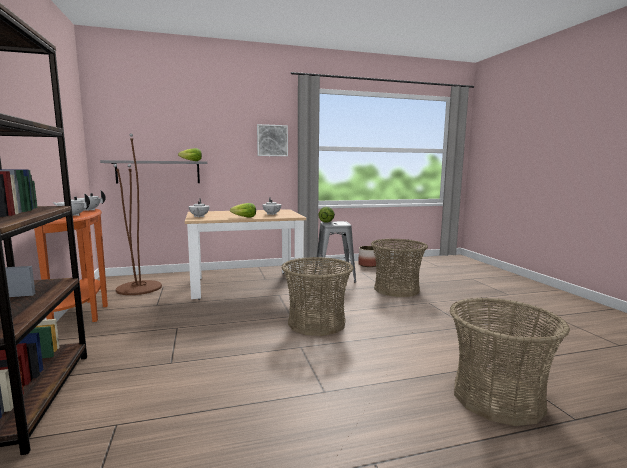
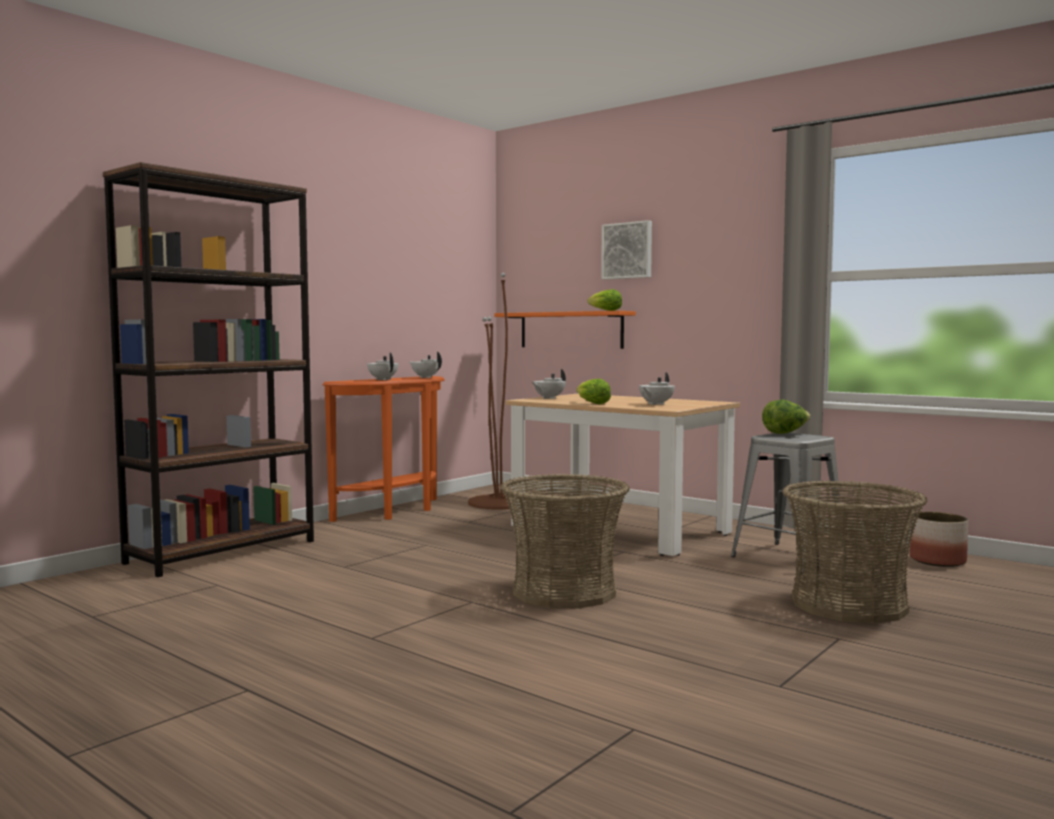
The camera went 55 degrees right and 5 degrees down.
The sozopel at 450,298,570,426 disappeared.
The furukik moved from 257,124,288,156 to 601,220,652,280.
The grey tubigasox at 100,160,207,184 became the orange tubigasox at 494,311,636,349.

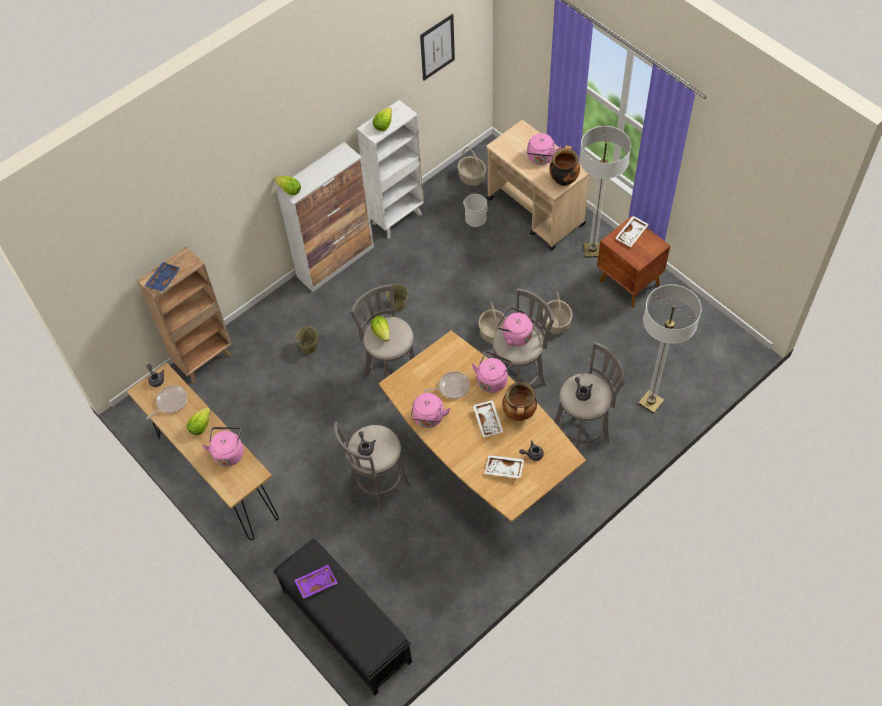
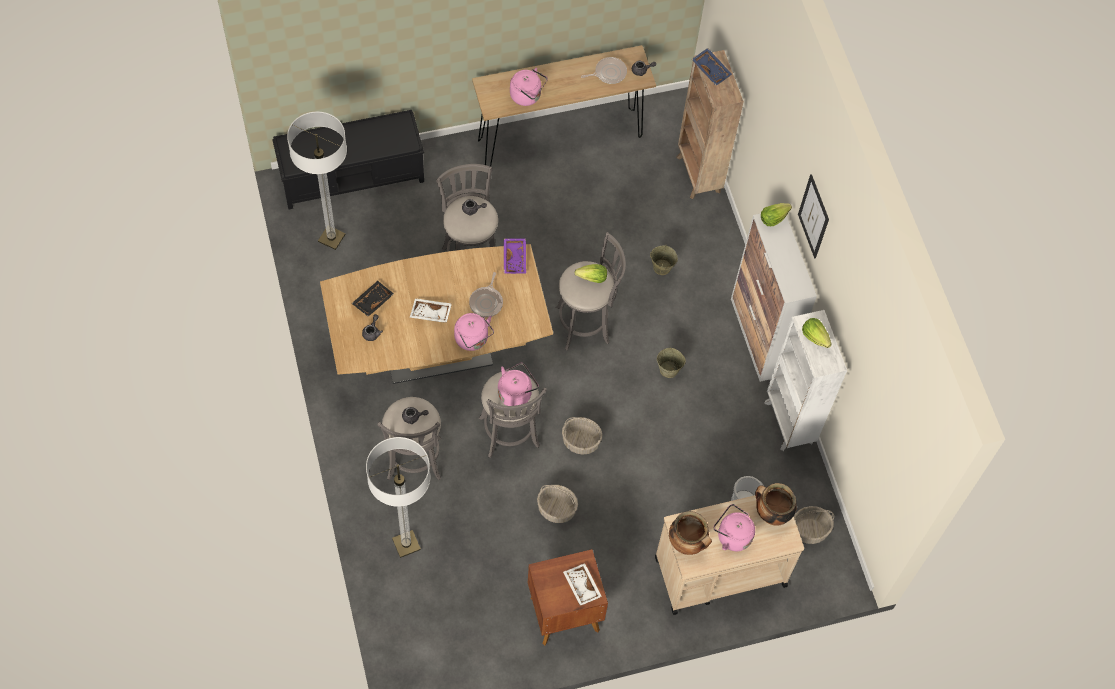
The camera went 110 degrees right and 5 degrees up.
The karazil at 187,407,211,435 disappeared.
The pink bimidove at 410,393,450,428 disappeared.
The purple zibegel moved from 294,565,338,599 to 504,239,526,274.
The furukik moved from 420,14,455,81 to 798,174,829,259.
The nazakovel moved from 502,382,537,421 to 755,483,796,526.
The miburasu moved from 579,126,631,258 to 287,111,347,250.
The white zibegel at 484,455,524,478 became the black zibegel at 352,281,394,317.
The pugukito at 146,385,188,419 turned 90 degrees counterclockwise.

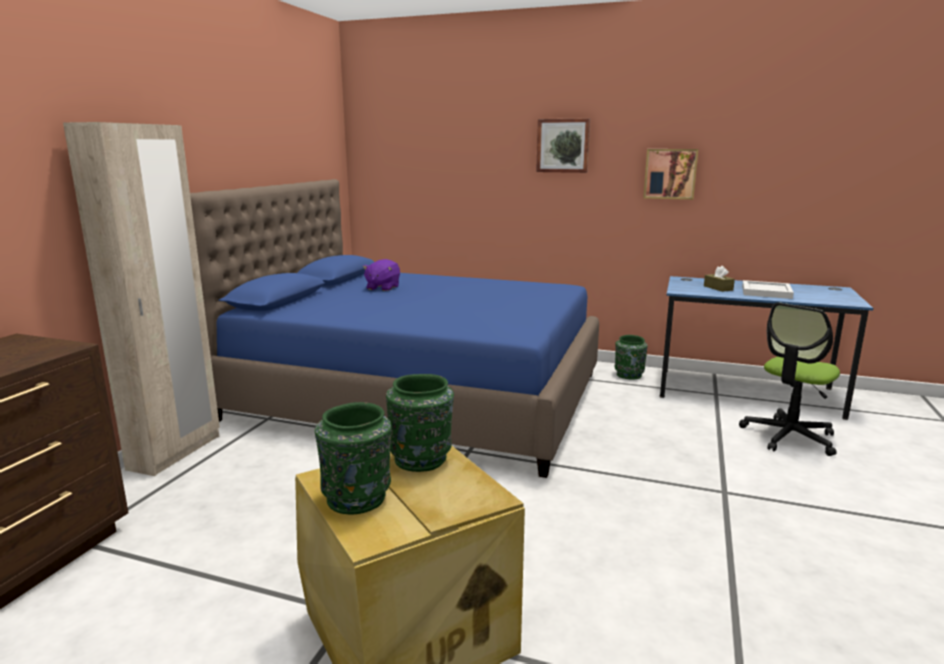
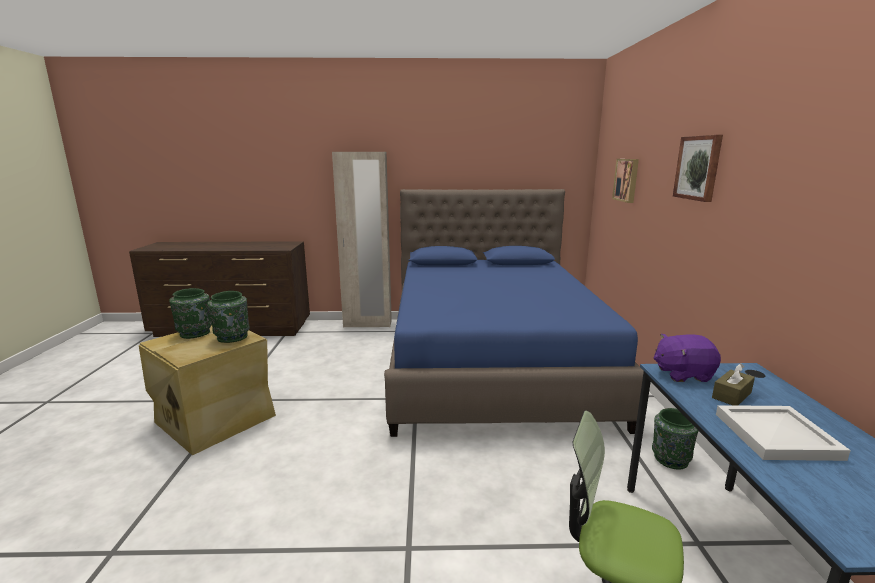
The camera went 70 degrees right and 0 degrees up.
The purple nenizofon moved from 363,259,400,291 to 654,334,721,382.
The furukik moved from 643,149,698,200 to 612,159,639,203.

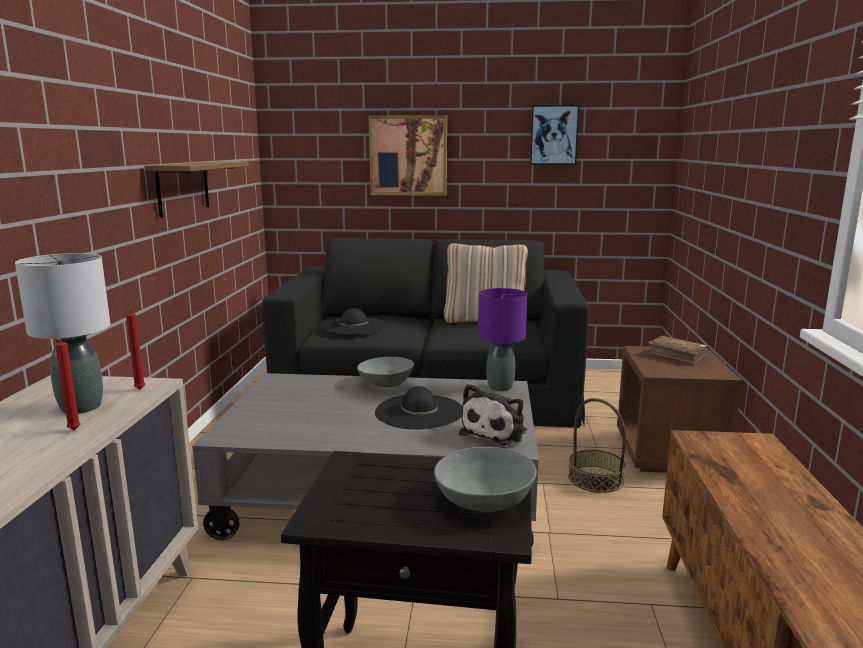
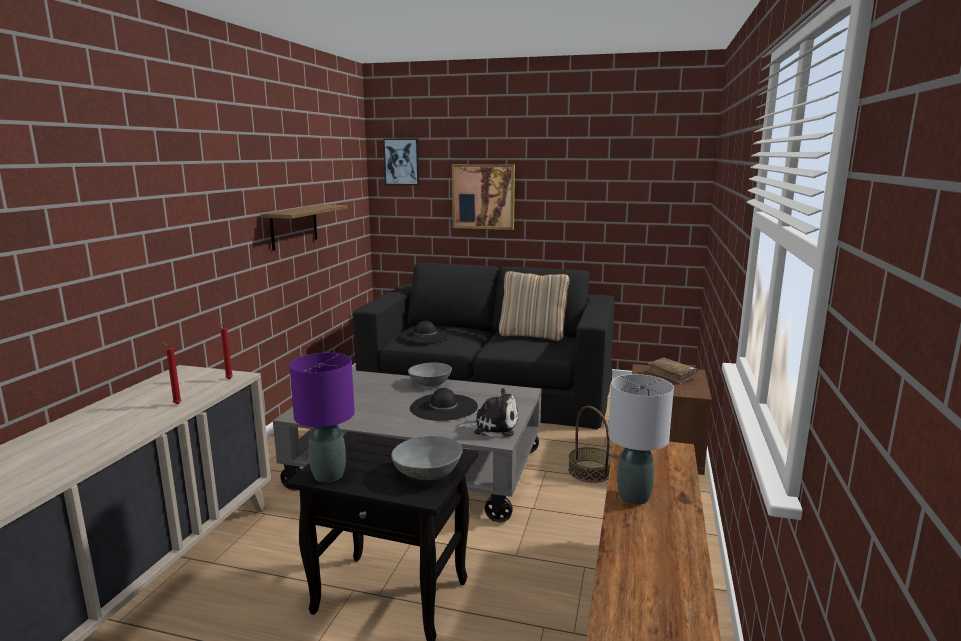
The camera went 10 degrees right and 0 degrees up.
The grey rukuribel moved from 15,253,110,414 to 608,374,674,505.
The purple rukuribel moved from 478,288,527,391 to 289,353,355,482.
The furukik moved from 530,105,580,165 to 383,139,419,185.
The nenizofon at 459,384,527,445 turned 120 degrees counterclockwise.

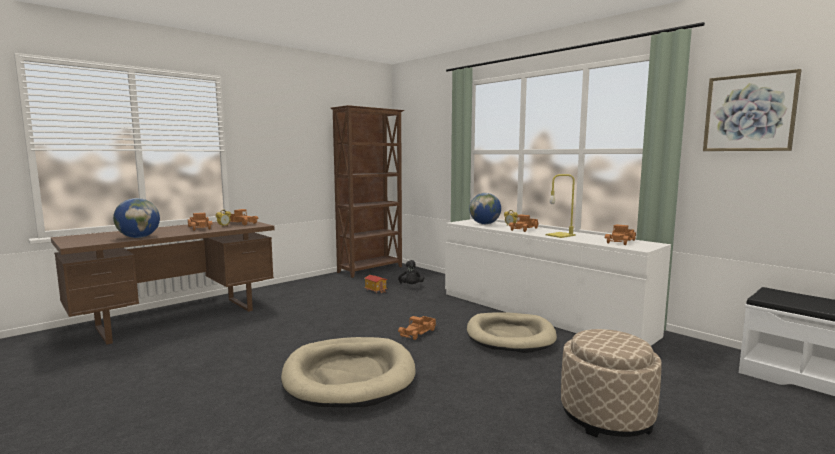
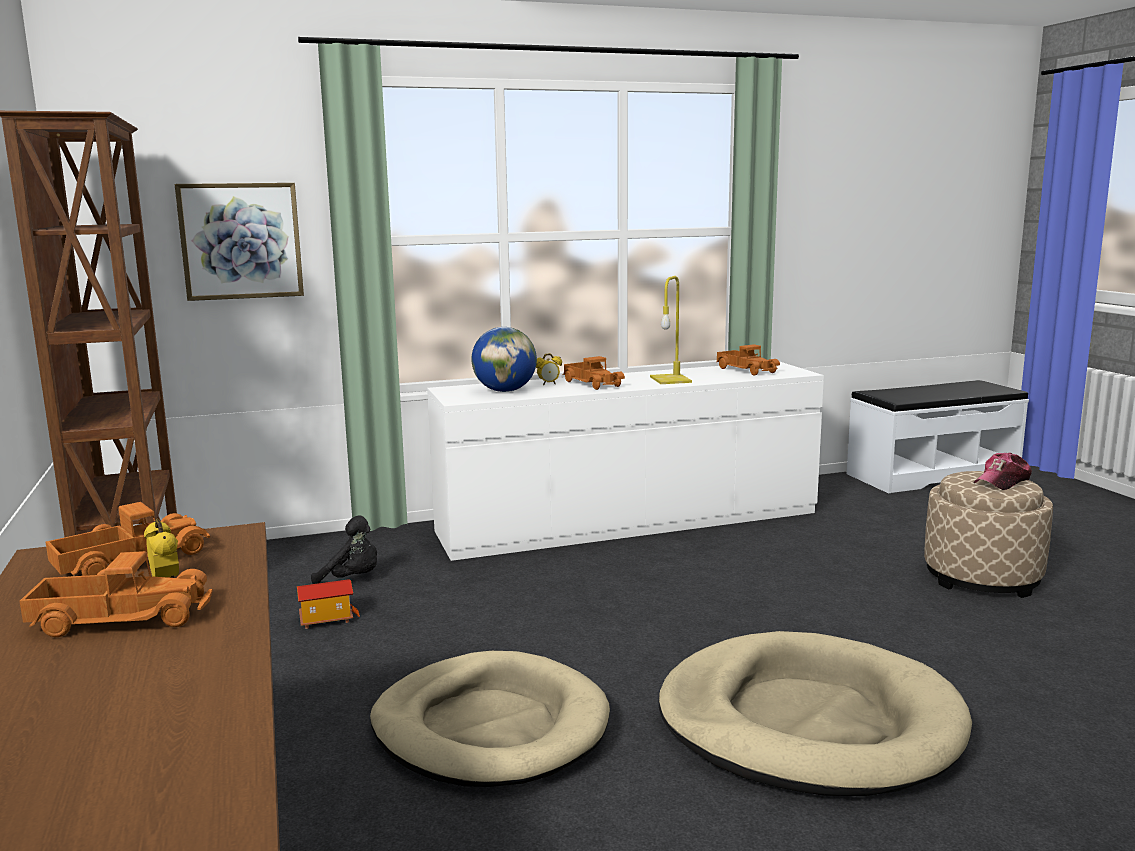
The camera went 65 degrees left and 5 degrees up.
The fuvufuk at 113,198,160,238 disappeared.
The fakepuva at 398,316,437,340 disappeared.
The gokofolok at 974,452,1032,490 appeared.
The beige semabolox moved from 467,312,557,353 to 370,651,610,787.
The furukik moved from 703,69,801,151 to 175,183,304,301.

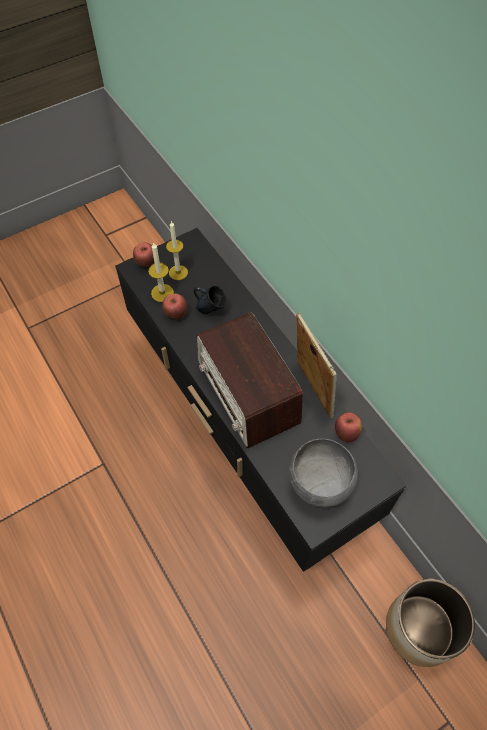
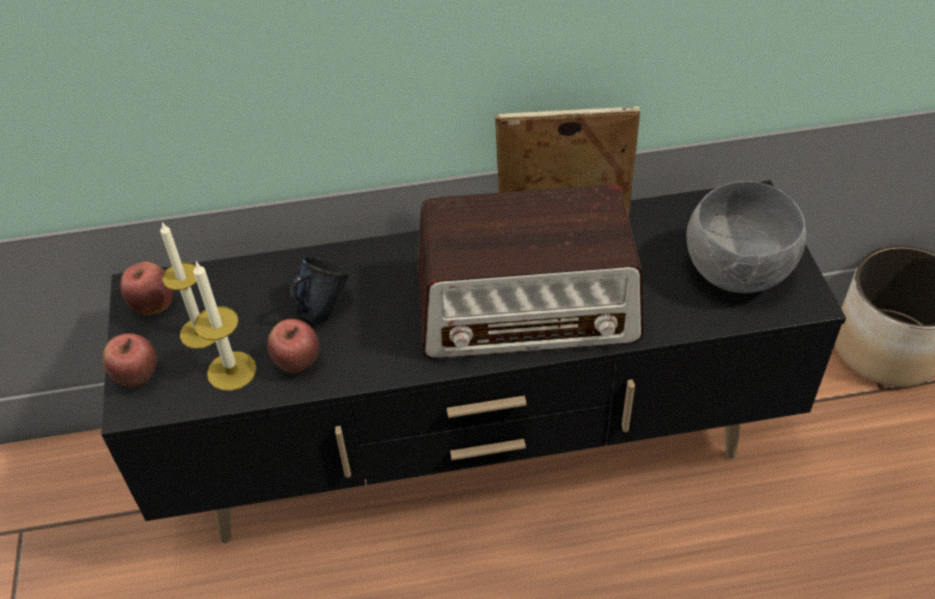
The camera went 65 degrees left and 10 degrees down.
The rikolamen moved from 335,412,362,443 to 120,262,173,315.

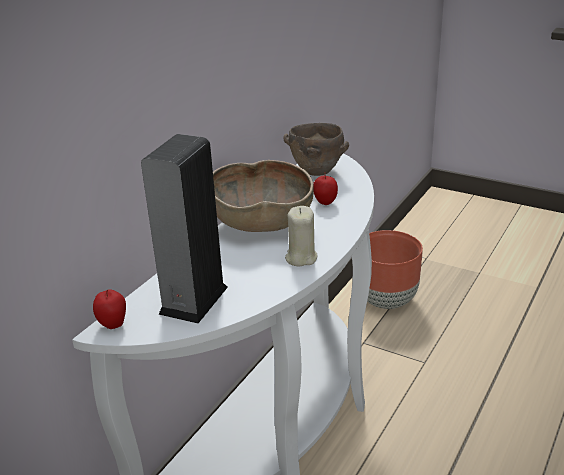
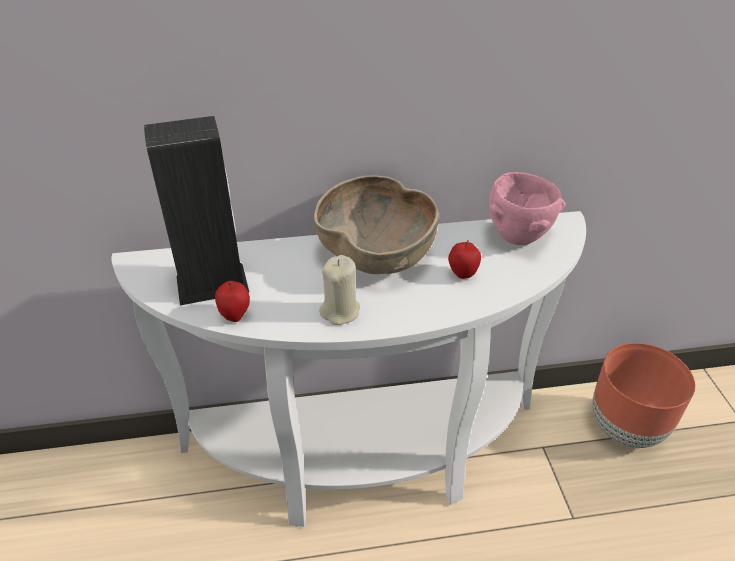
The camera went 50 degrees right and 10 degrees up.
The rikolamen moved from 93,289,126,329 to 215,281,250,322.
The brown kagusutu at 283,123,349,176 became the pink kagusutu at 489,172,566,245.

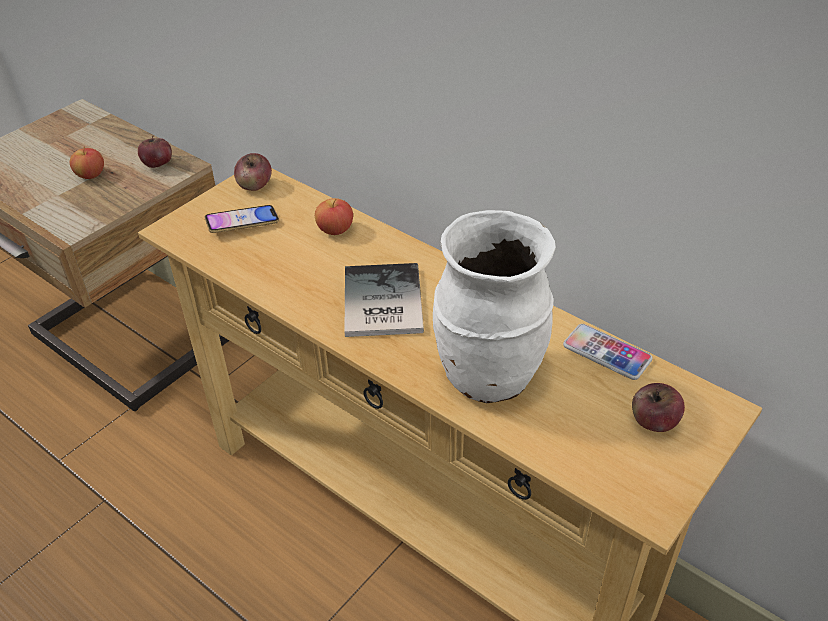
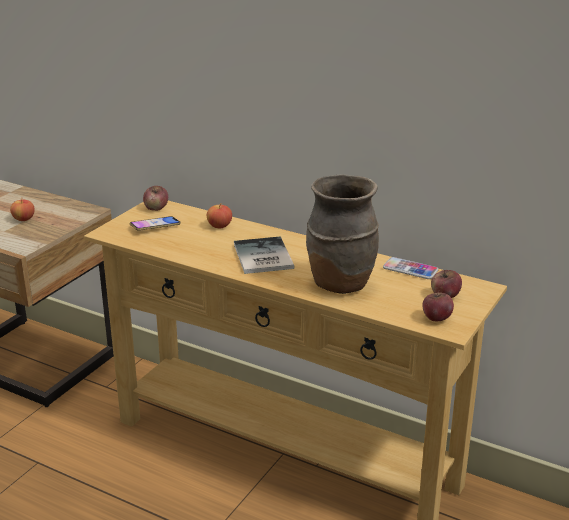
The camera went 10 degrees left and 15 degrees down.
The rikolamen moved from 138,136,172,168 to 422,291,454,321.
The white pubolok at 433,210,556,403 became the brown pubolok at 306,175,379,294.

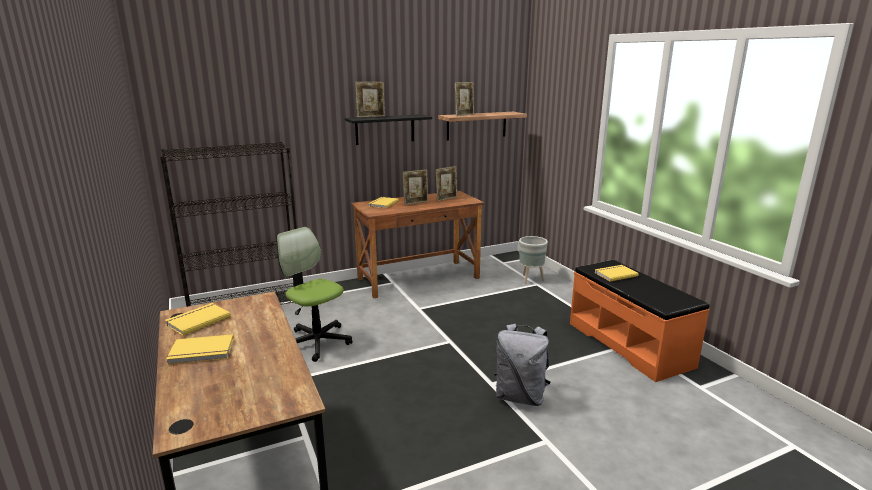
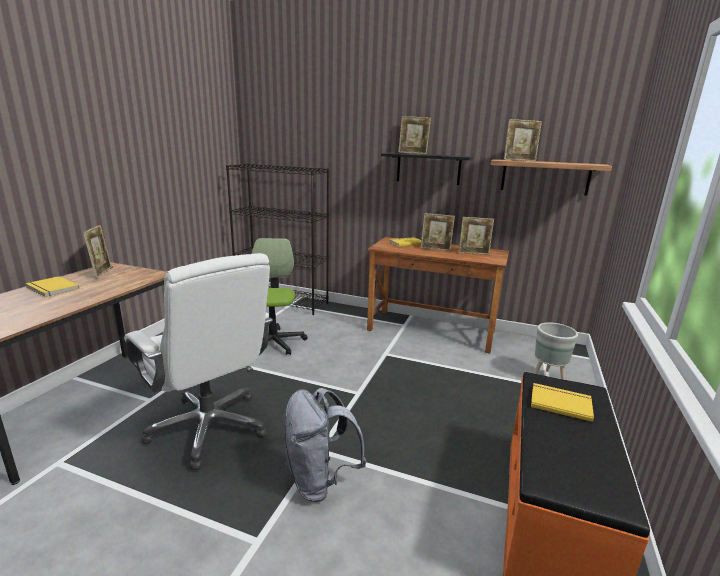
The camera went 45 degrees right and 0 degrees up.
The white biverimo at 124,253,273,470 appeared.
The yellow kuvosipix at 165,303,231,336 was replaced by the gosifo at 83,225,112,278.

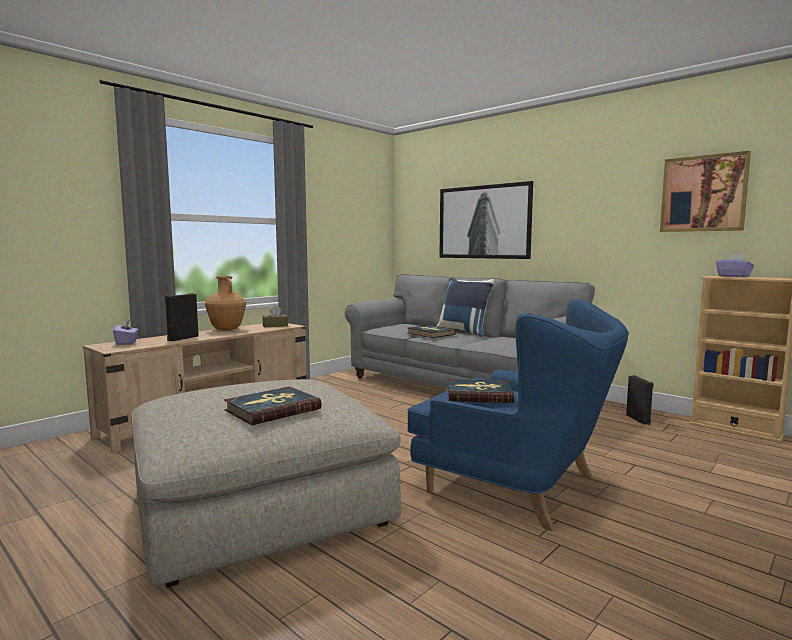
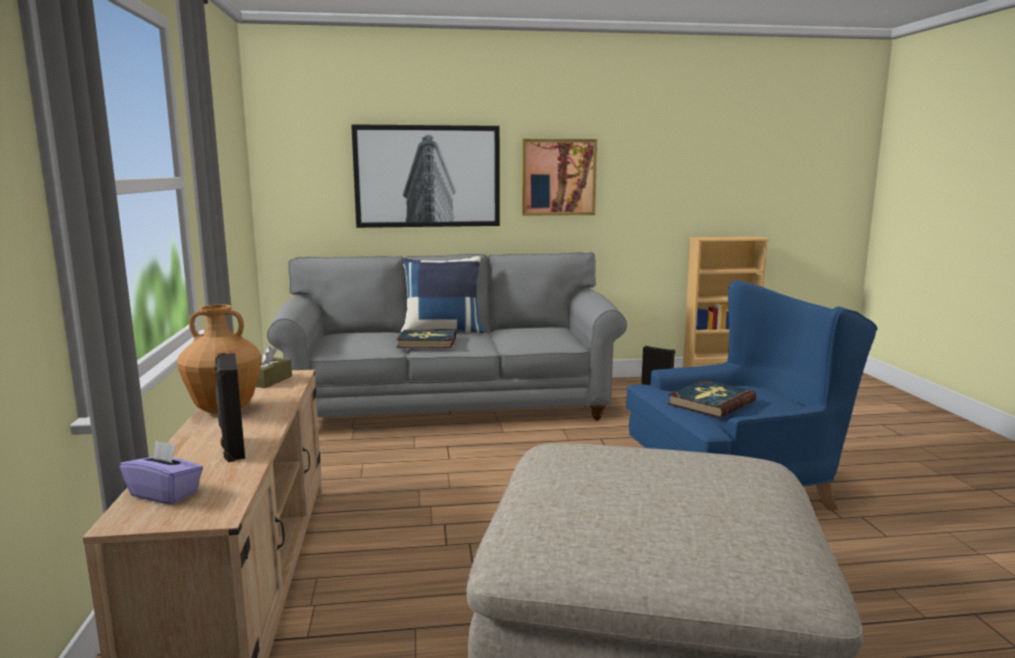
The camera went 50 degrees left and 5 degrees up.
The kuvosipix at 224,386,322,425 disappeared.
The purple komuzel at 716,254,754,277 disappeared.
The furukik moved from 660,151,751,232 to 522,139,597,216.

